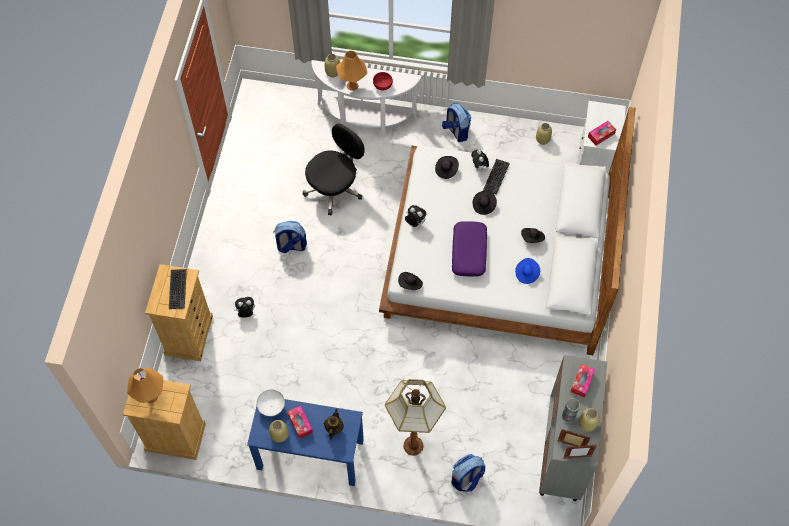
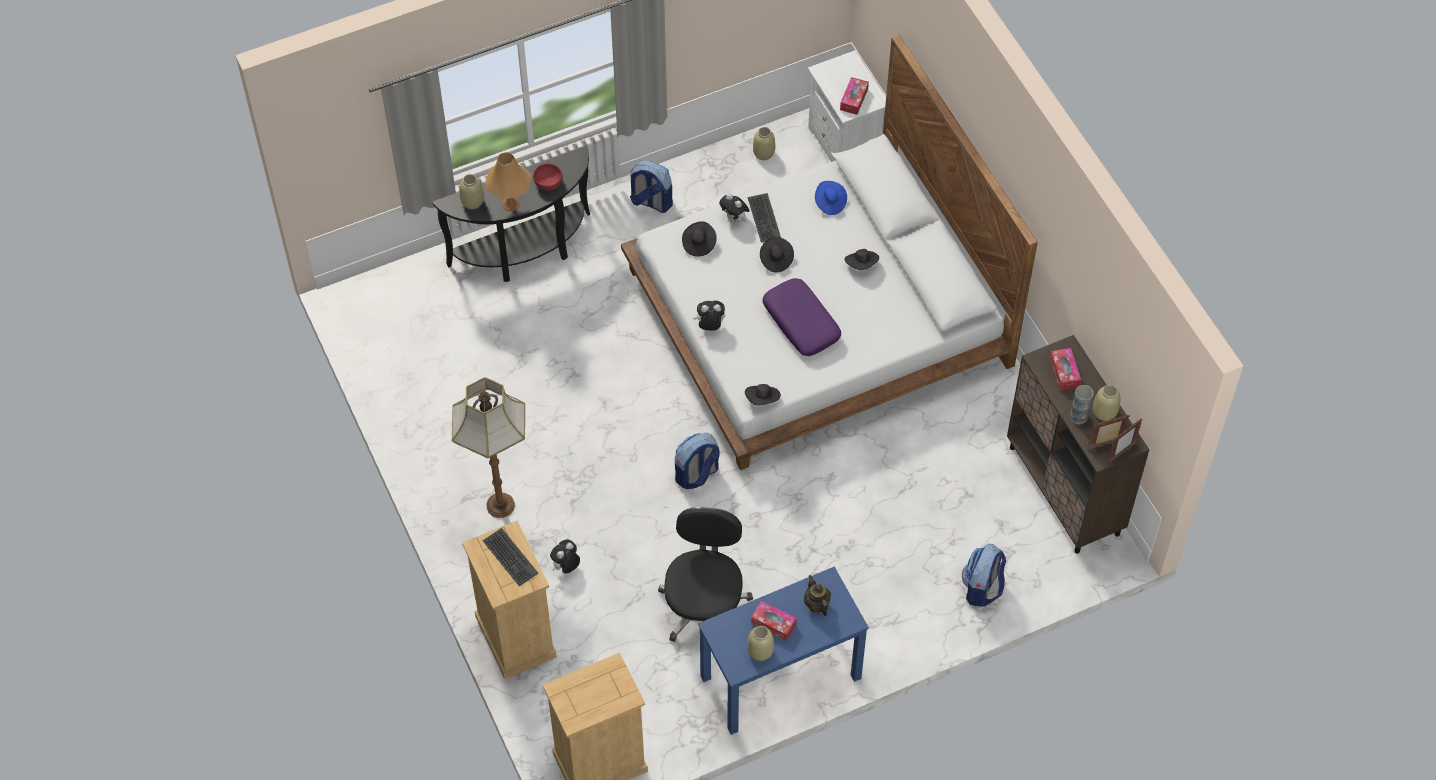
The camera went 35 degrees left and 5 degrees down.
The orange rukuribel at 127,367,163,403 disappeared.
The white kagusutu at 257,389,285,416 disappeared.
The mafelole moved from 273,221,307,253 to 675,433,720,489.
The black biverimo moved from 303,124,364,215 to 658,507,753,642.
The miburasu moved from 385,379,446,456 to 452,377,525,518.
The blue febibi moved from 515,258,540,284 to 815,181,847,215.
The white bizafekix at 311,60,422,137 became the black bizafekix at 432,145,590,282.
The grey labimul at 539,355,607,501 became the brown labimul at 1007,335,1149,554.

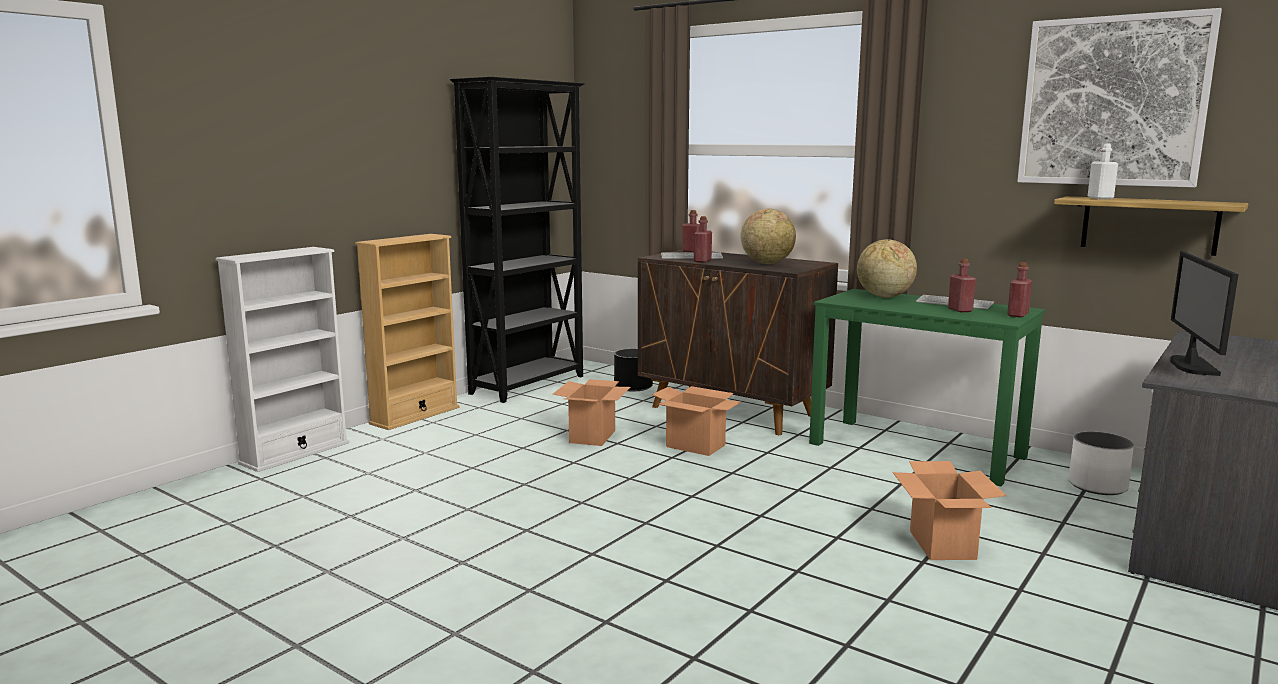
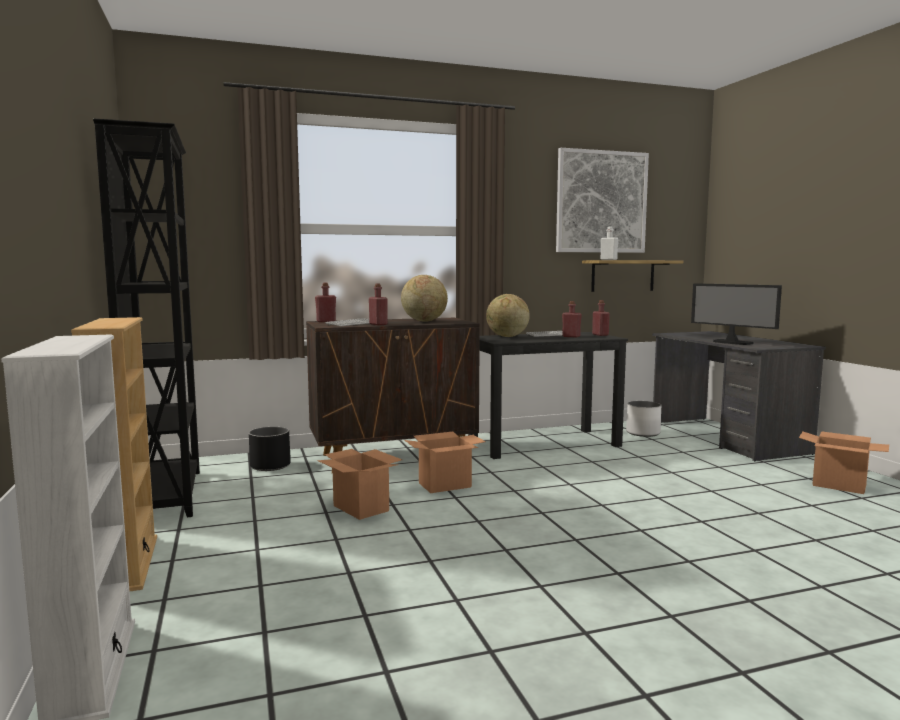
The camera went 55 degrees left and 5 degrees down.
The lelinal moved from 893,461,1006,560 to 799,431,889,494.
The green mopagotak at 809,289,1045,486 became the black mopagotak at 468,332,628,459.

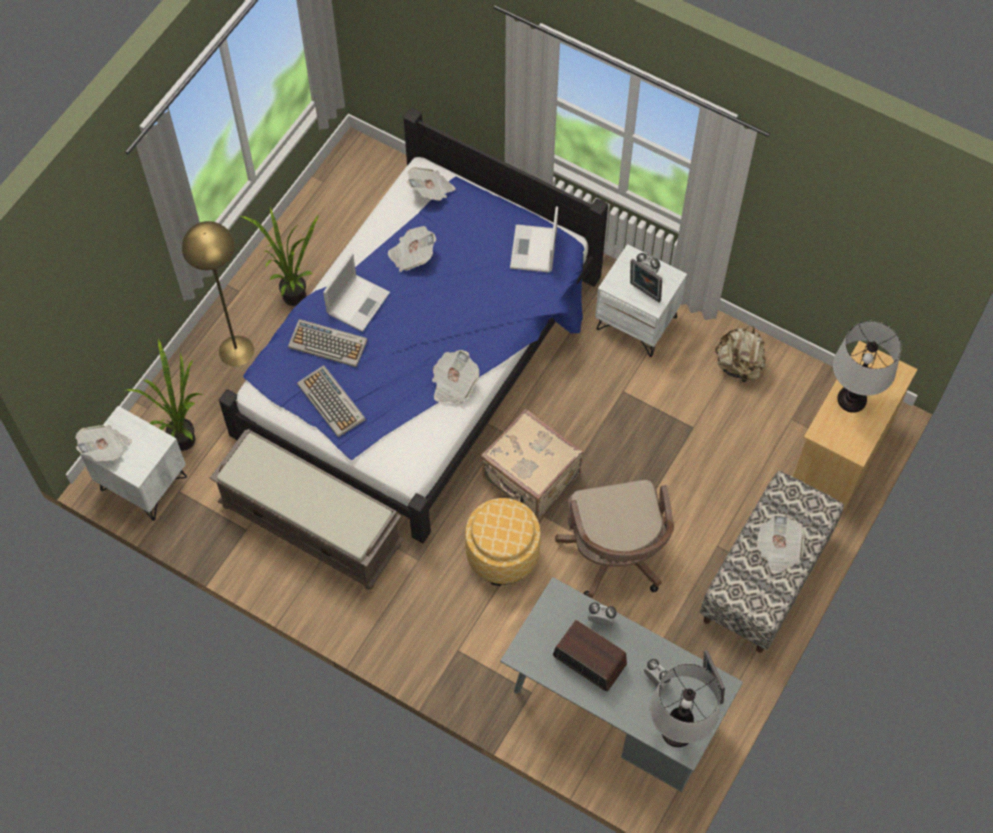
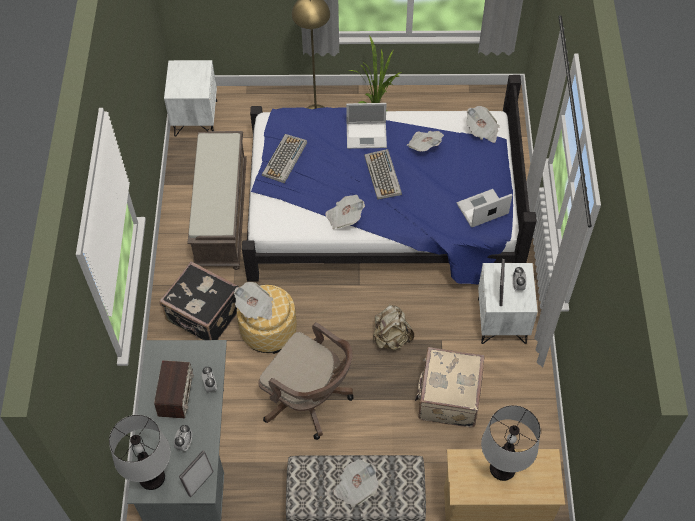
The camera went 60 degrees right and 5 degrees down.
The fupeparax at 125,339,204,451 disappeared.
The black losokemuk at 160,262,239,340 appeared.
The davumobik moved from 75,425,132,461 to 234,282,273,320.
The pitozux moved from 288,319,368,367 to 364,149,402,200.
The beige losokemuk moved from 481,409,583,519 to 415,347,485,427.
The beige mafelole moved from 715,326,765,383 to 373,304,414,350.
The brown biverimo at 555,480,674,598 turned 105 degrees counterclockwise.

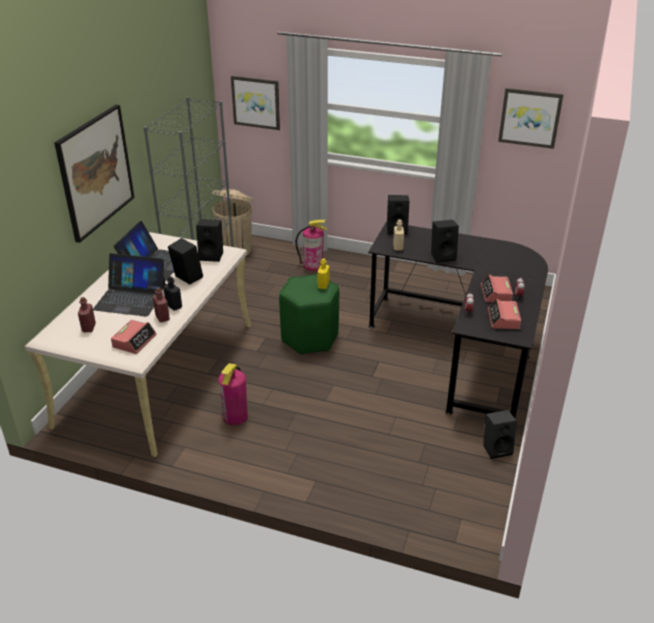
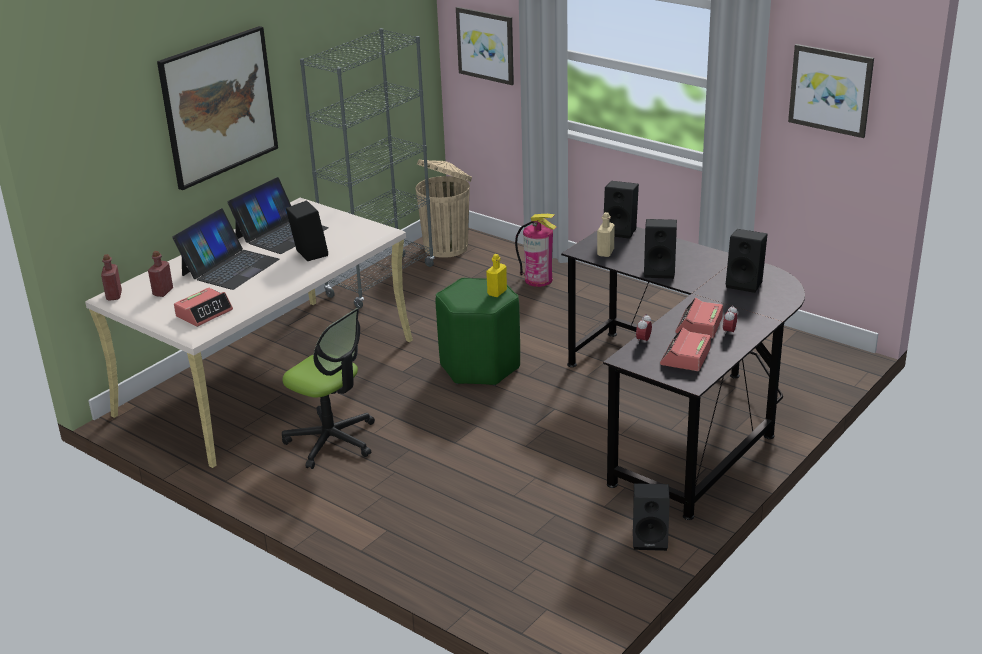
The camera went 20 degrees right and 5 degrees down.
The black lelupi at 163,276,182,311 disappeared.
The red lelupi moved from 153,287,170,322 to 101,254,122,301.
The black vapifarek moved from 196,219,223,262 to 726,229,768,293.
The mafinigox at 218,363,248,425 was replaced by the biverimo at 282,308,375,469.
The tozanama at 93,253,166,317 turned 90 degrees counterclockwise.

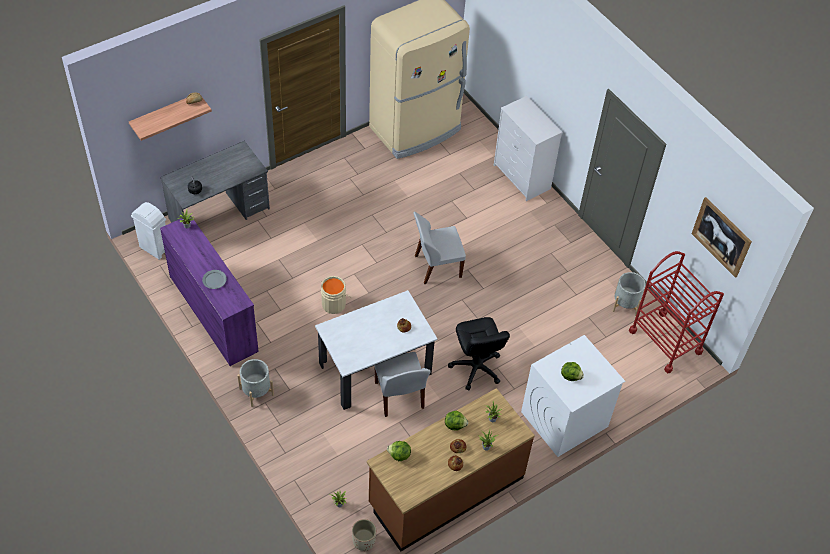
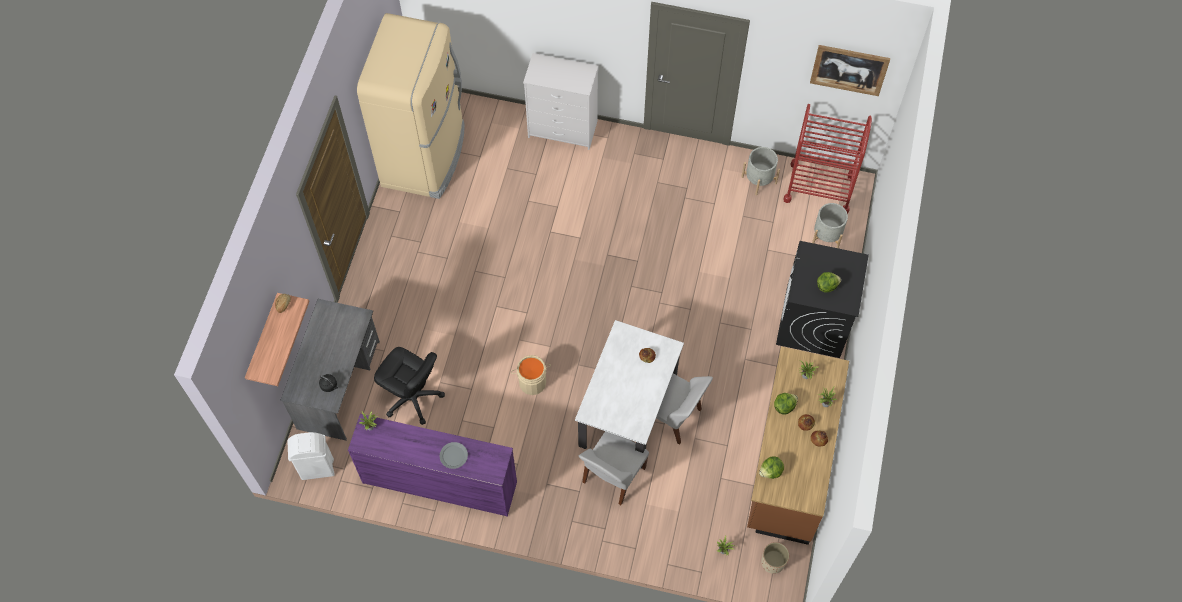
The camera went 40 degrees left and 10 degrees up.
The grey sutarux moved from 237,359,274,407 to 812,203,848,248.
The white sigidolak moved from 413,212,466,284 to 579,431,649,505.
The black biverimo moved from 448,317,510,390 to 374,347,445,425.
The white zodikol at 521,335,625,457 became the black zodikol at 776,241,869,358.

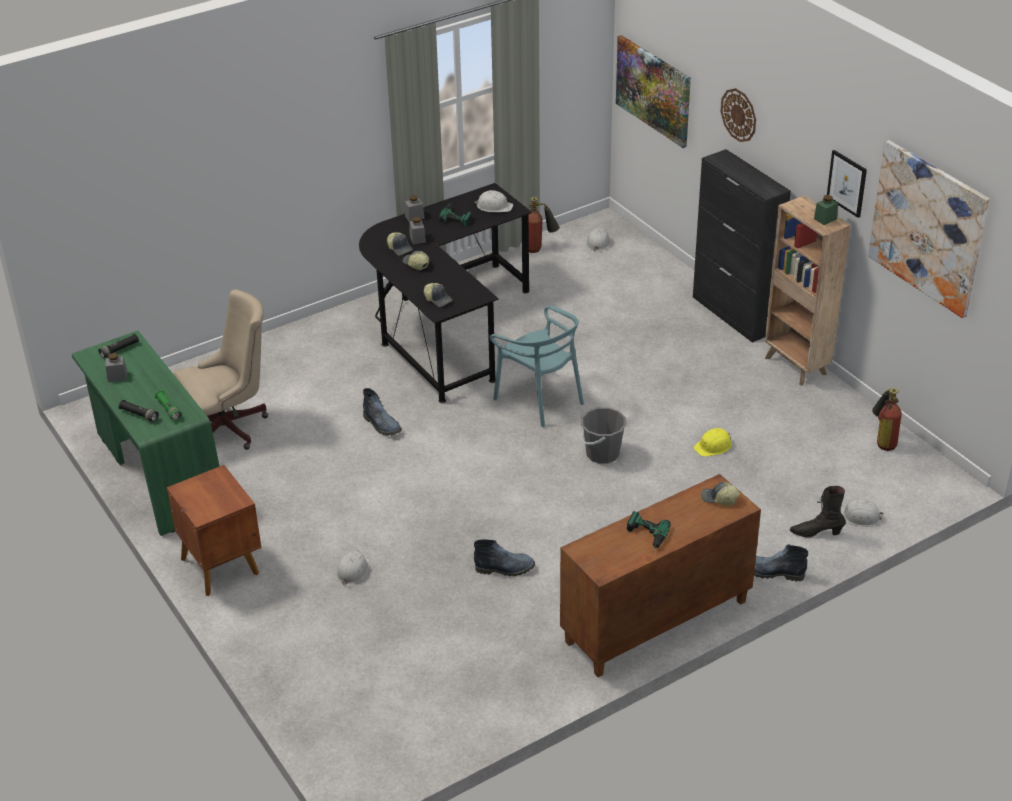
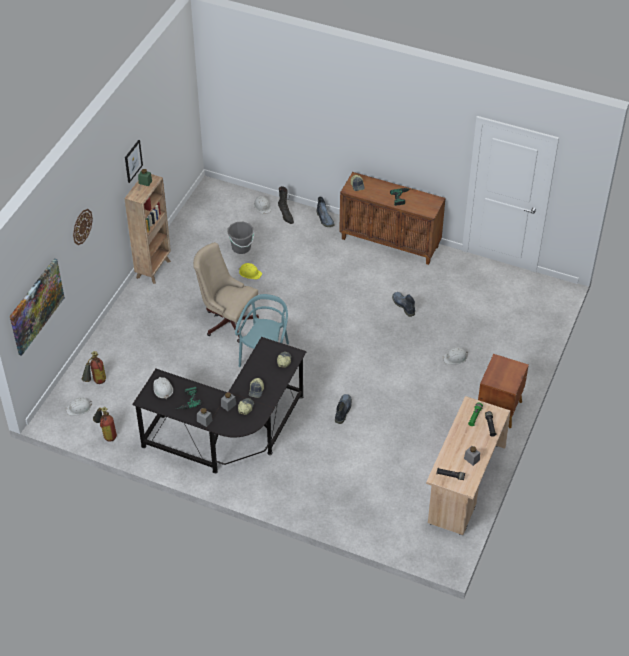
The camera went 125 degrees left and 10 degrees up.
The black labimul at 693,149,791,343 disappeared.
The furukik at 868,140,989,318 disappeared.
The beige biverimo moved from 173,289,268,450 to 193,242,259,343.
The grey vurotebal moved from 581,407,627,464 to 227,222,254,254.
The mafinigox moved from 872,388,902,451 to 82,351,106,384.
The green mopagotak at 72,331,220,536 became the beige mopagotak at 426,396,510,535.

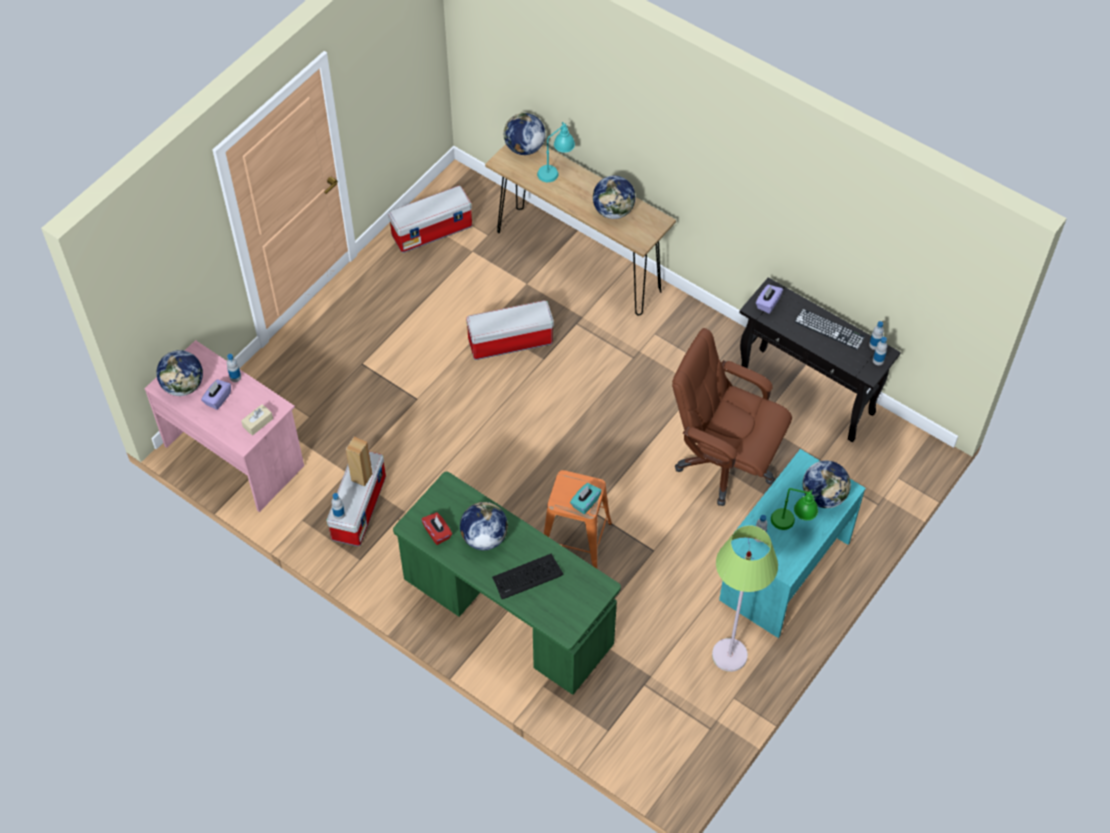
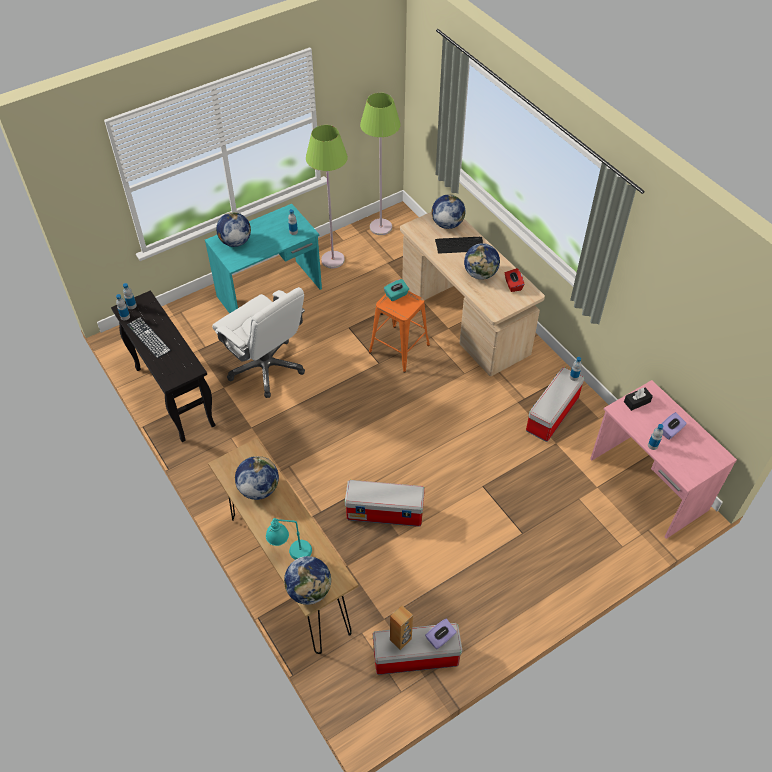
The camera went 160 degrees left and 5 degrees down.
The green rukuribel at 771,488,818,530 disappeared.
The green miburasu at 360,93,401,235 appeared.
The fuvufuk moved from 157,350,203,396 to 432,194,466,229.
The brown vapifarek moved from 346,437,373,487 to 390,605,413,650.
The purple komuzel moved from 756,284,783,314 to 425,619,457,649.
The beige komuzel at 241,404,273,436 became the black komuzel at 624,387,653,411.
The green mopagotak at 393,471,621,695 became the beige mopagotak at 400,212,545,376.
The brown biverimo at 672,328,792,506 became the white biverimo at 212,287,305,398.

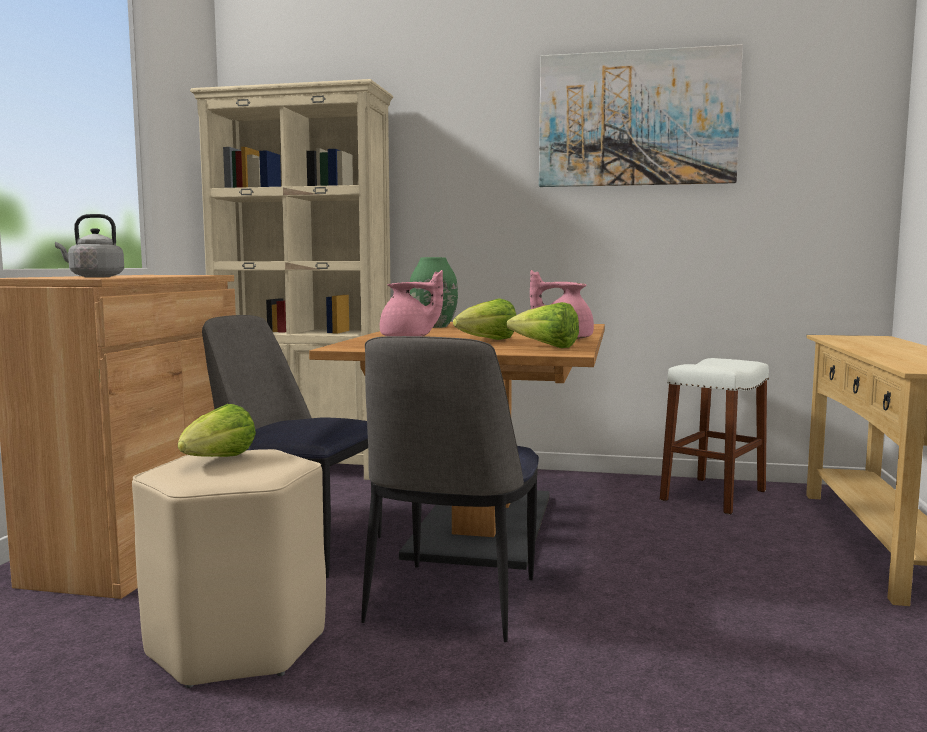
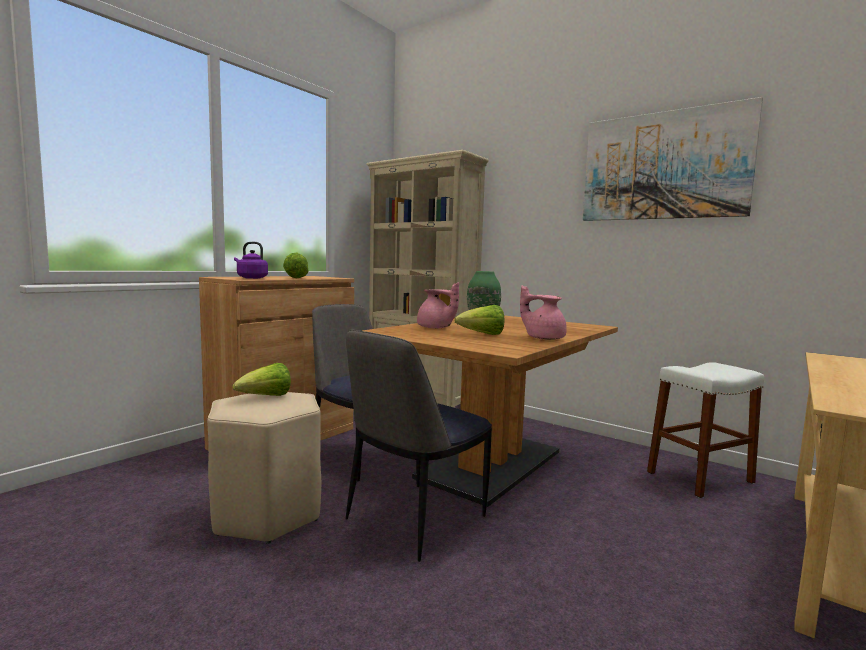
The camera went 25 degrees right and 0 degrees up.
The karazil moved from 506,302,579,348 to 283,252,309,278.
The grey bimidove at 55,214,124,277 became the purple bimidove at 234,242,268,279.

